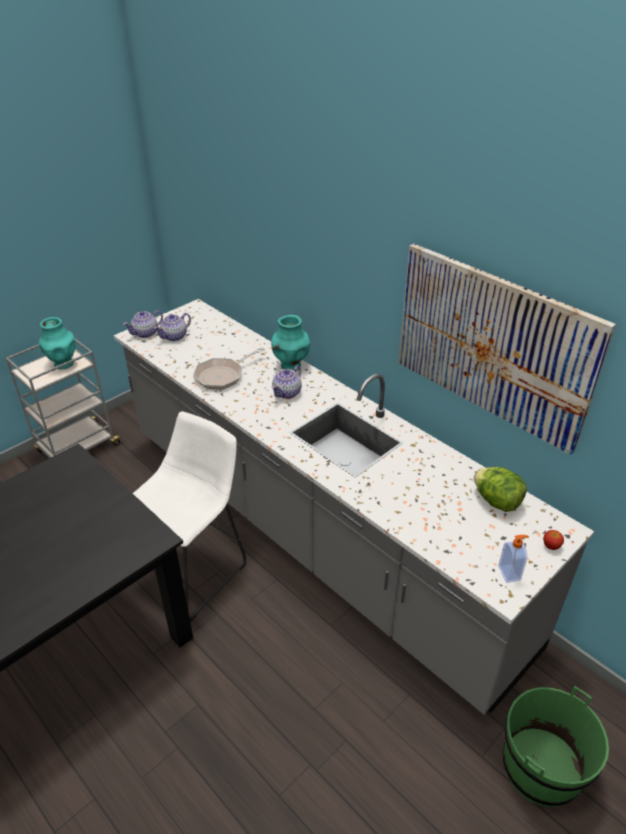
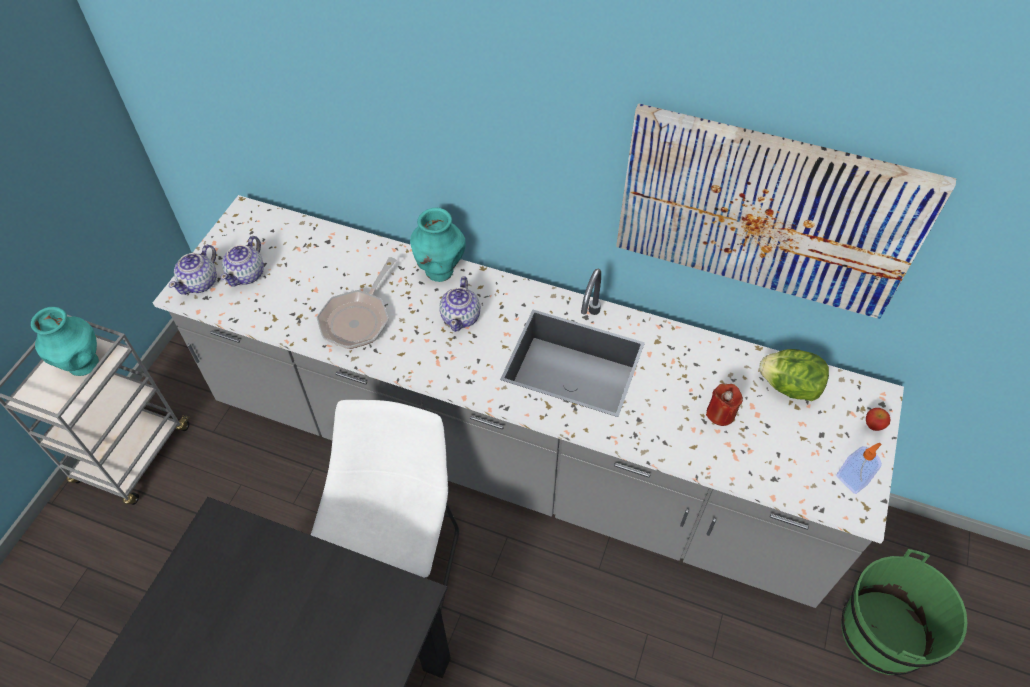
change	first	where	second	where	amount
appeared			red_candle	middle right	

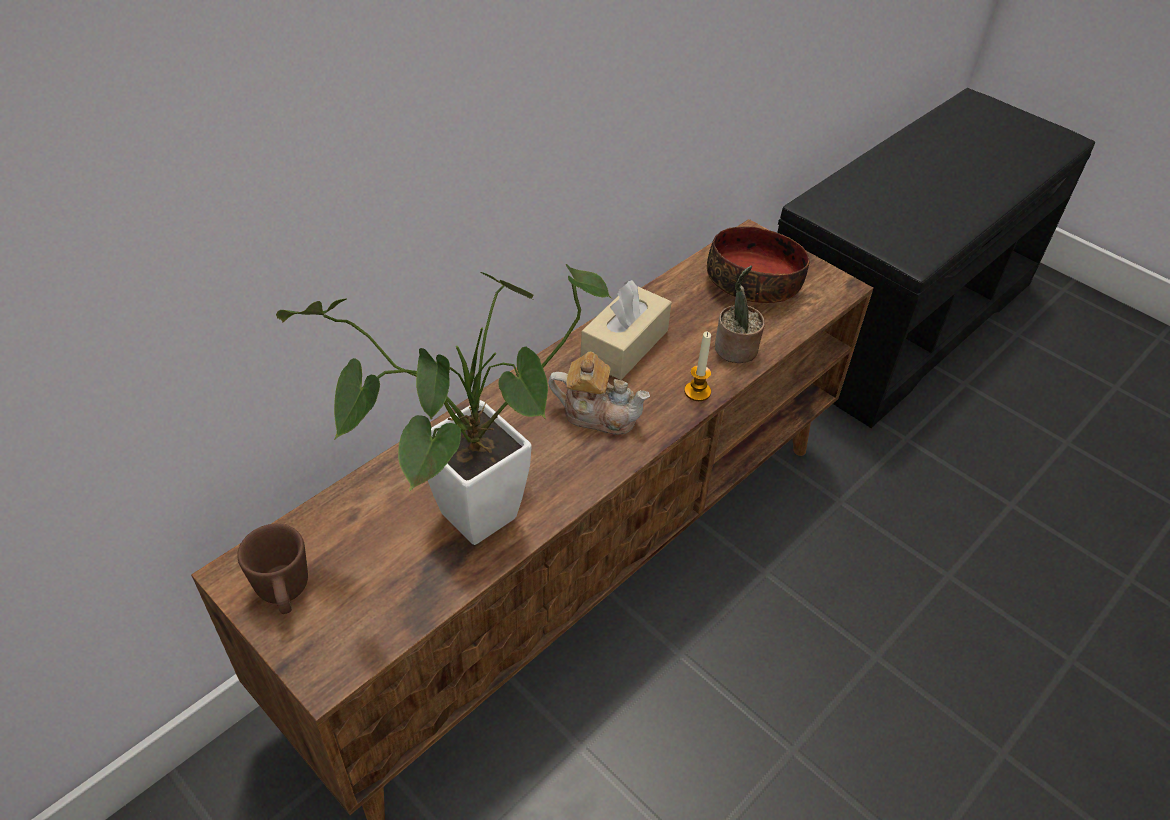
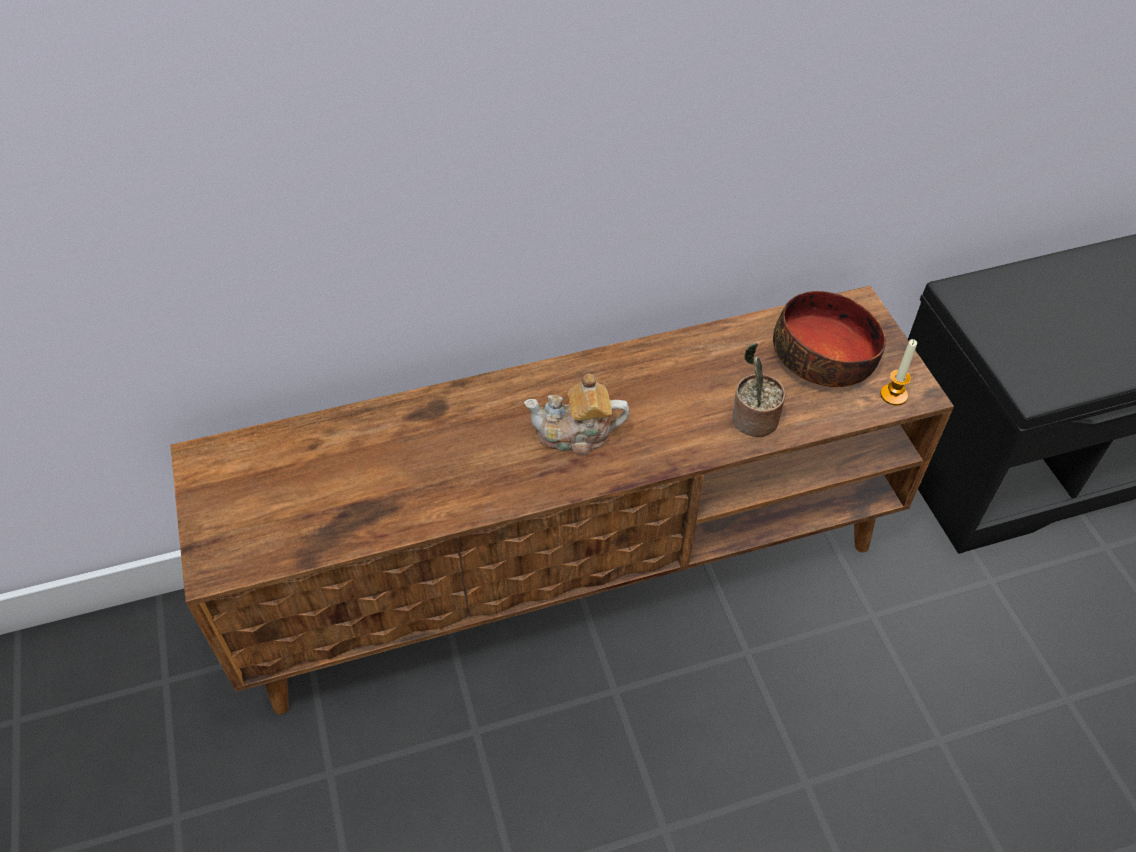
change	first	where	second	where	amount
missing	brown_mug	bottom left			
missing	potted_plant (no. 1 from left)	centre			
missing	beige_tissue_box	centre			
relocated	candle	centre		middle right	
spun	teapot	centre		centre	135 degrees clockwise

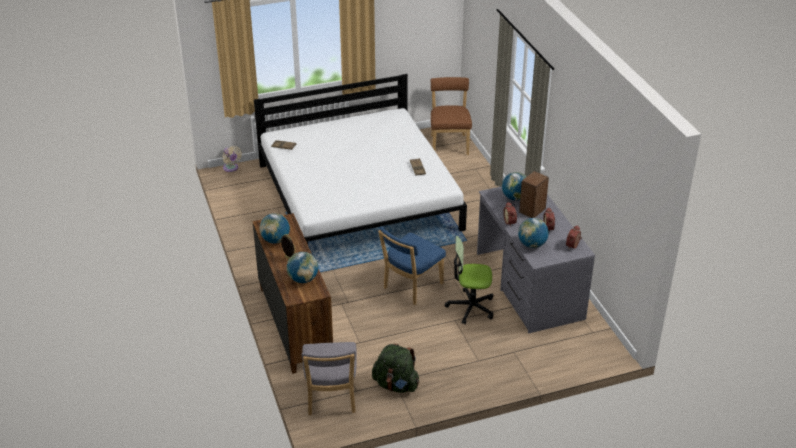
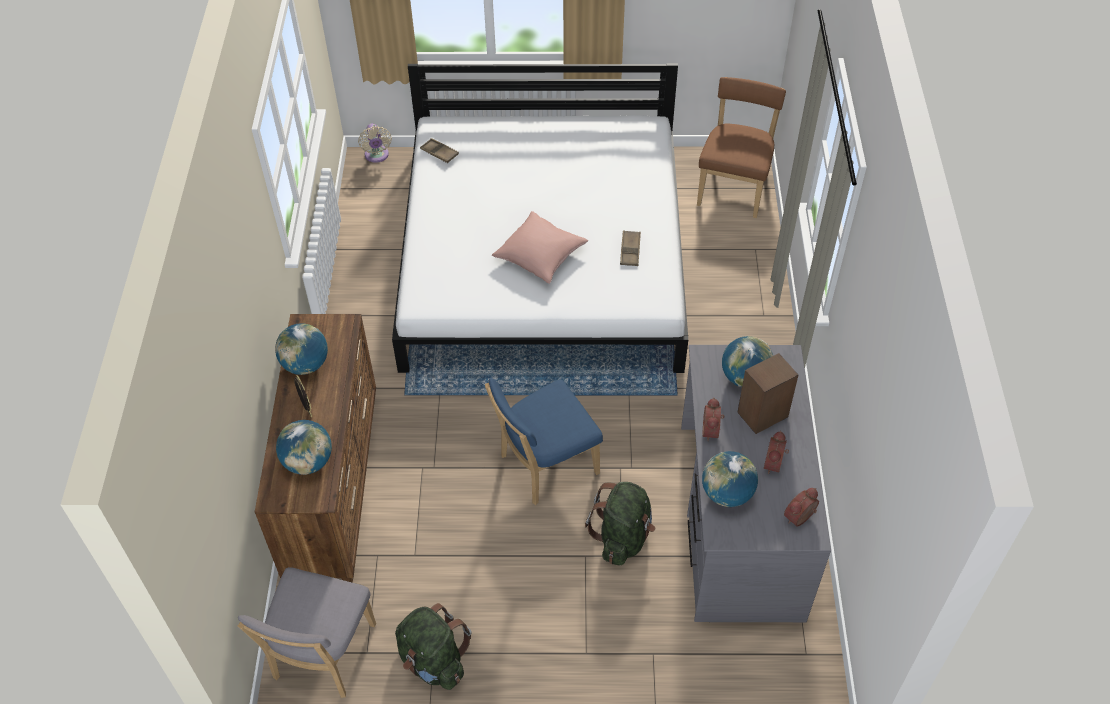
change	first	where	second	where	amount
appeared			pink_pillow	centre	
exchanged	office_chair	centre	green_backpack (no. 2 from left)	bottom centre	

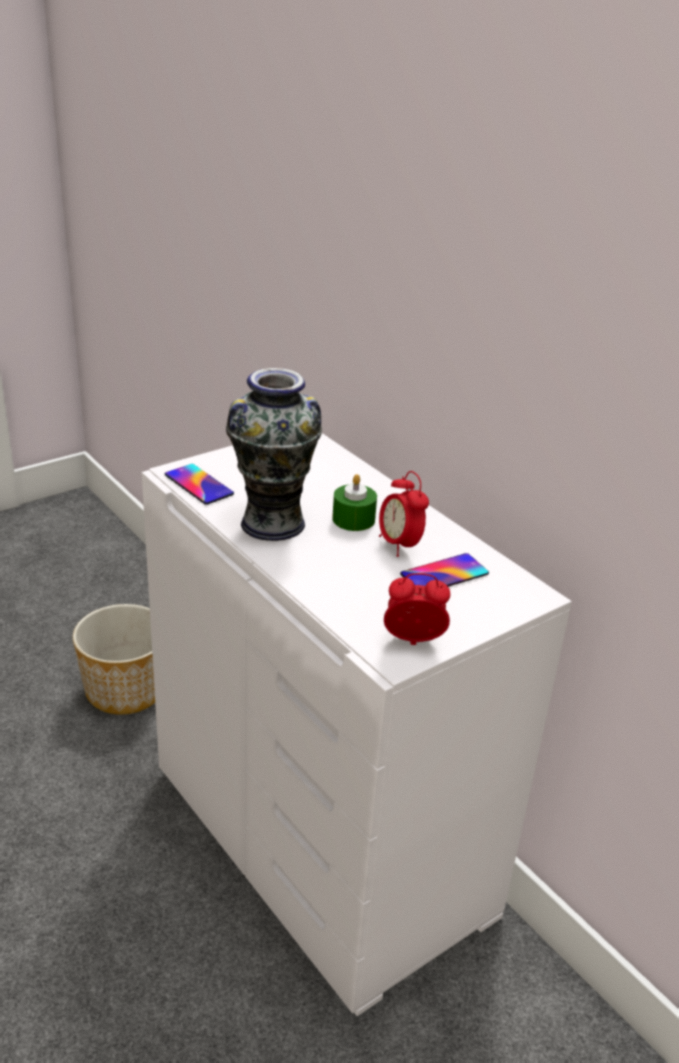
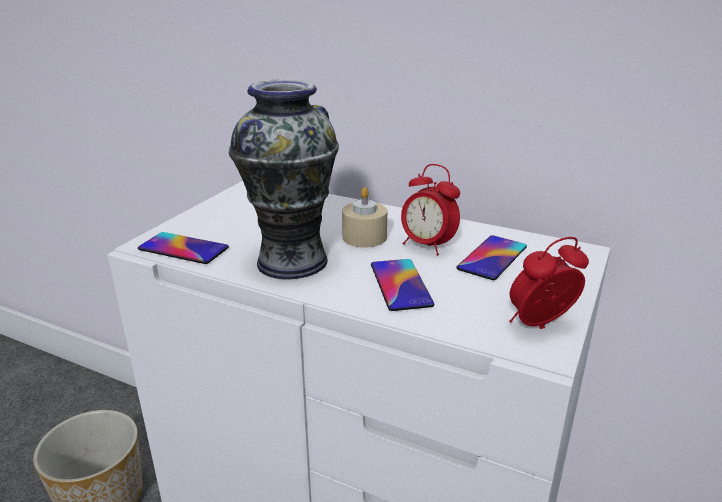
change	first	where	second	where	amount
appeared			phone (no. 2 from left)	centre	
colour	green_candle	centre	beige_candle	centre	

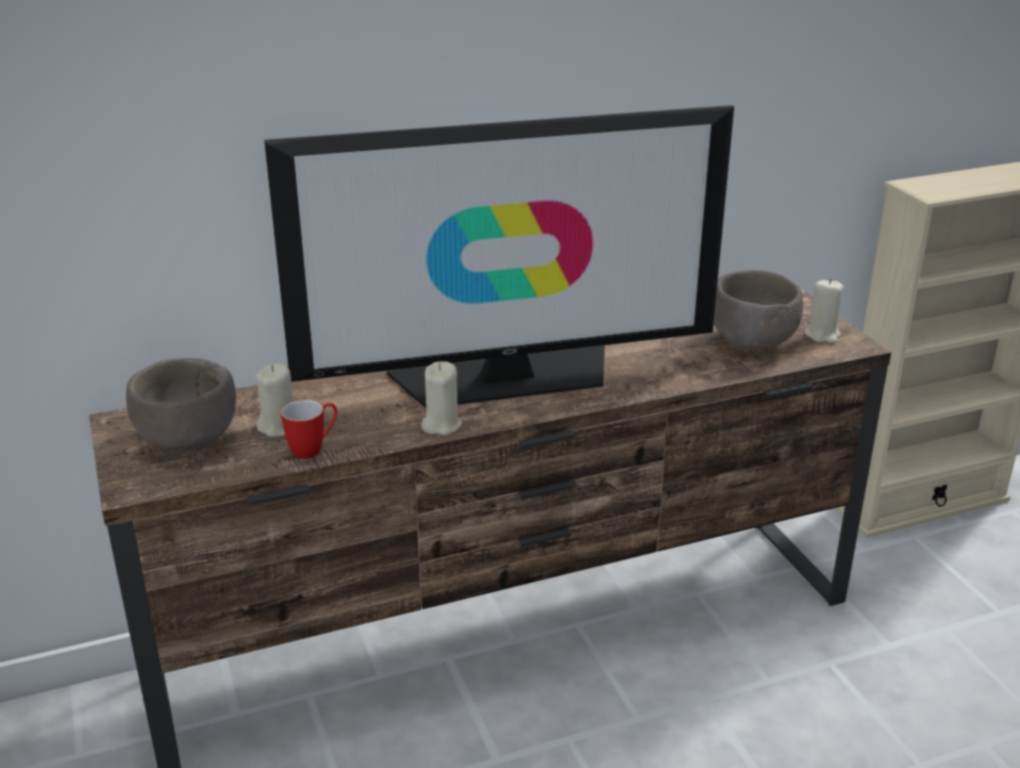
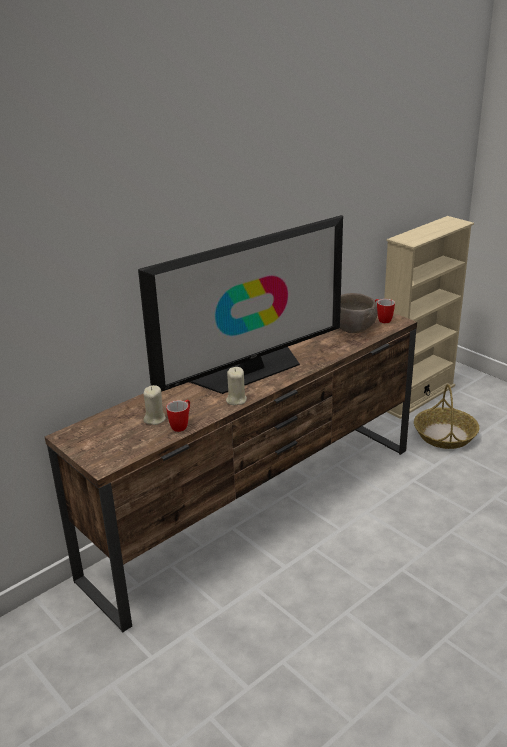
change	first	where	second	where	amount
missing	brown_bowl (no. 1 from left)	middle left			
appeared			basket	middle right	
exchanged	beige_candle (no. 3 from left)	middle right	mug (no. 2 from left)	middle right	

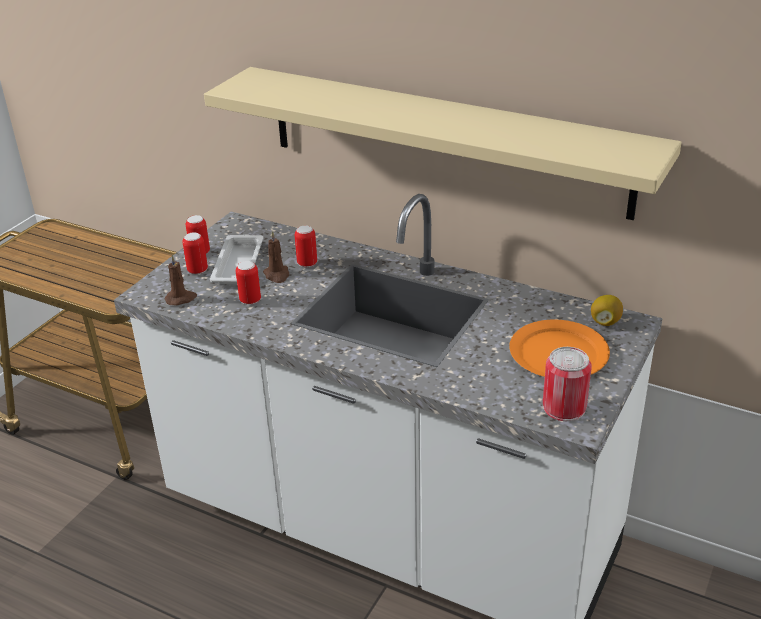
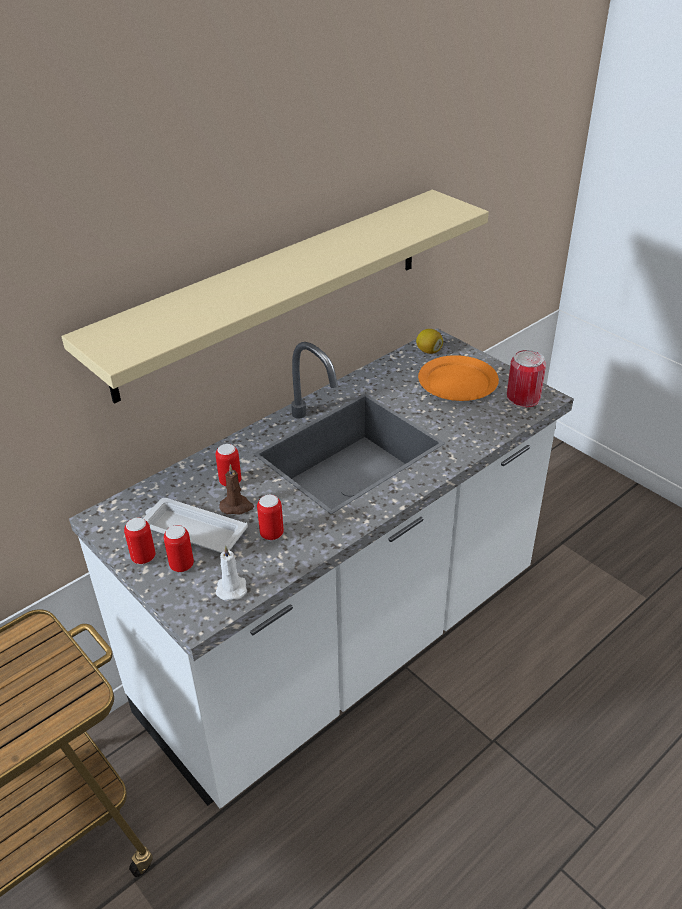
change	first	where	second	where	amount
colour	brown_candle (no. 1 from left)	middle left	white_candle	centre	

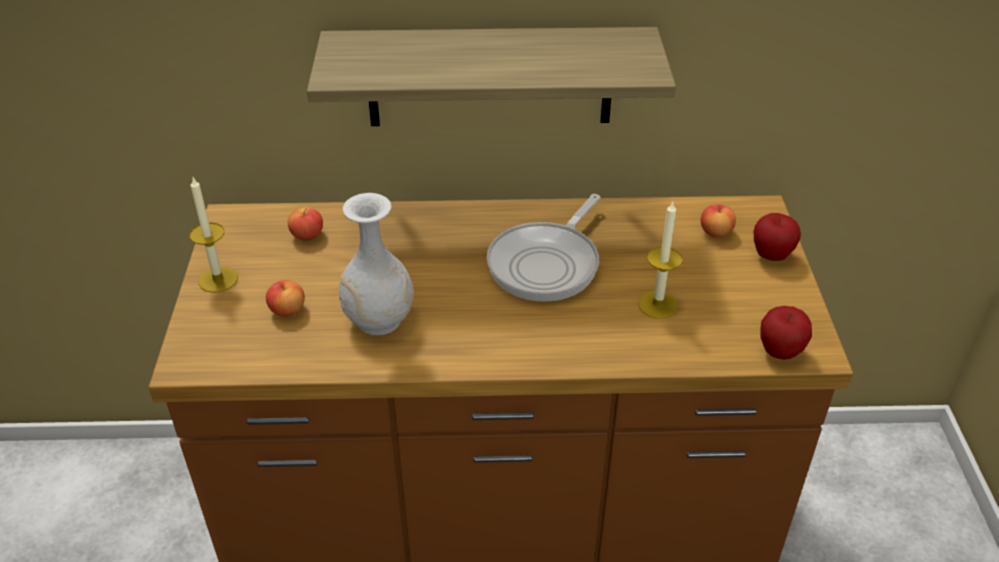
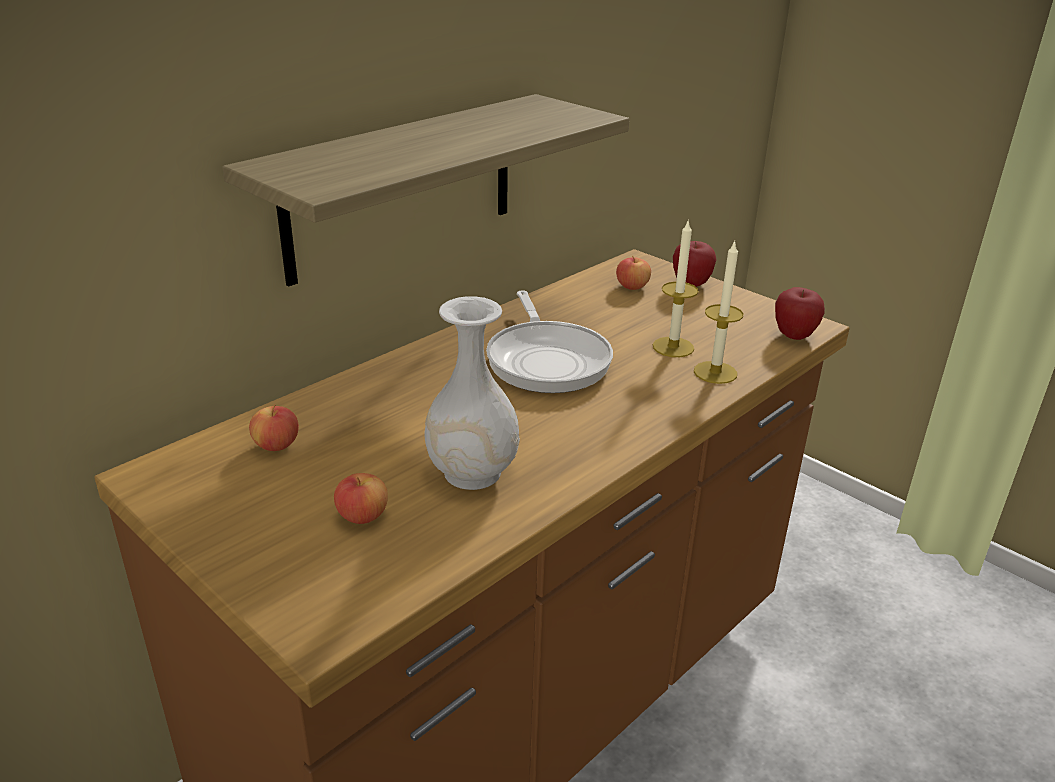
change	first	where	second	where	amount
relocated	candle (no. 1 from left in the first image)	middle left	candle (no. 2 from left)	middle right	

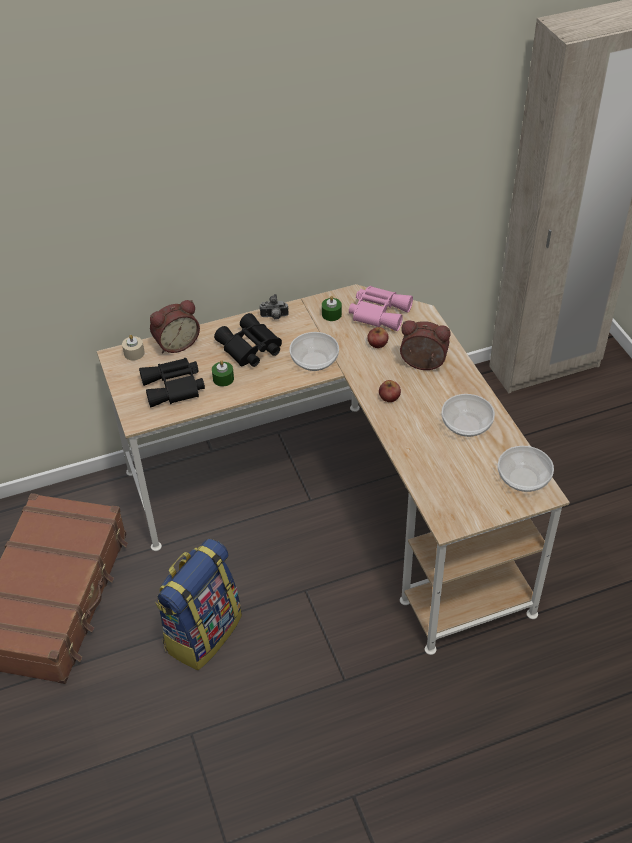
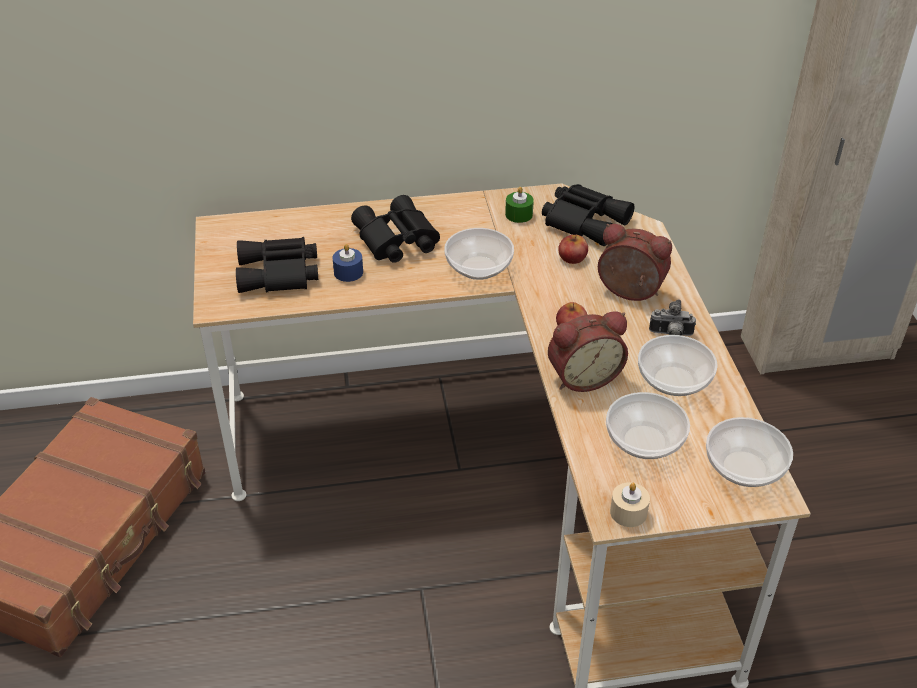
change	first	where	second	where	amount
missing	backpack	bottom left			
appeared			bowl (no. 2 from left)	middle right	
relocated	beige_candle	middle left		bottom right	
relocated	alarm_clock (no. 1 from left)	middle left		centre	
relocated	photo_camera	centre		middle right	
colour	green_candle (no. 1 from left)	centre	blue_candle	centre	
colour	pink_binoculars	centre	black_binoculars (no. 3 from left)	top centre	

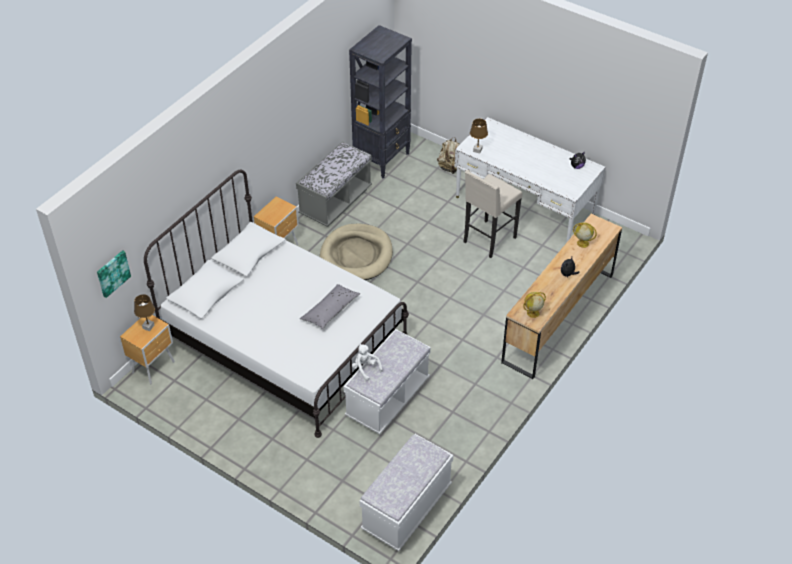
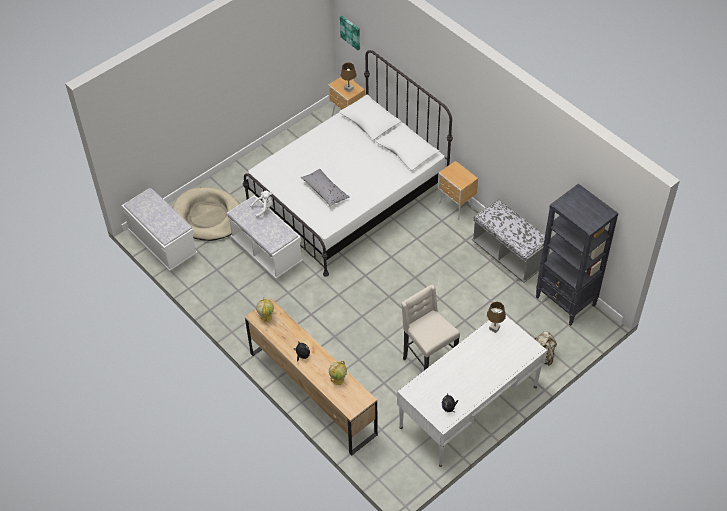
change	first	where	second	where	amount
relocated	beige_dog_bed	centre		middle left	

